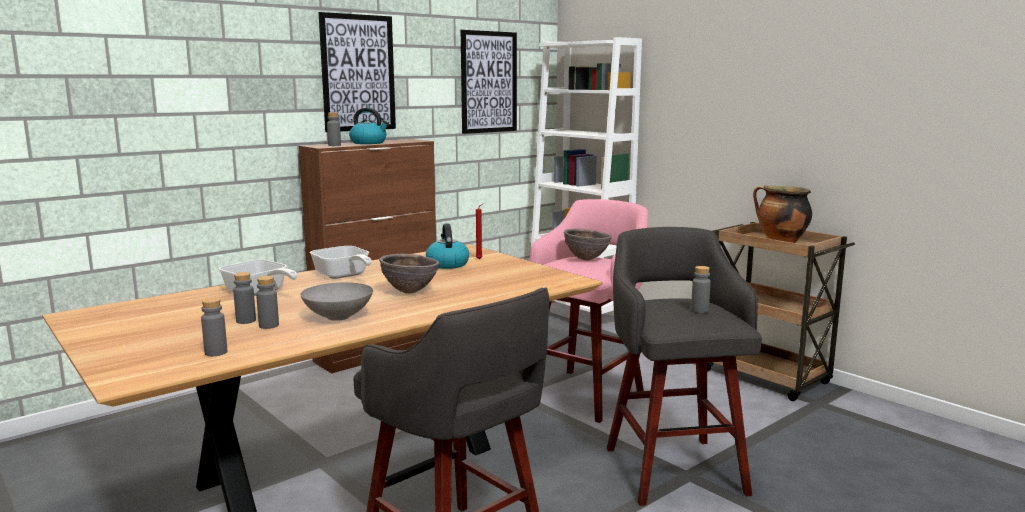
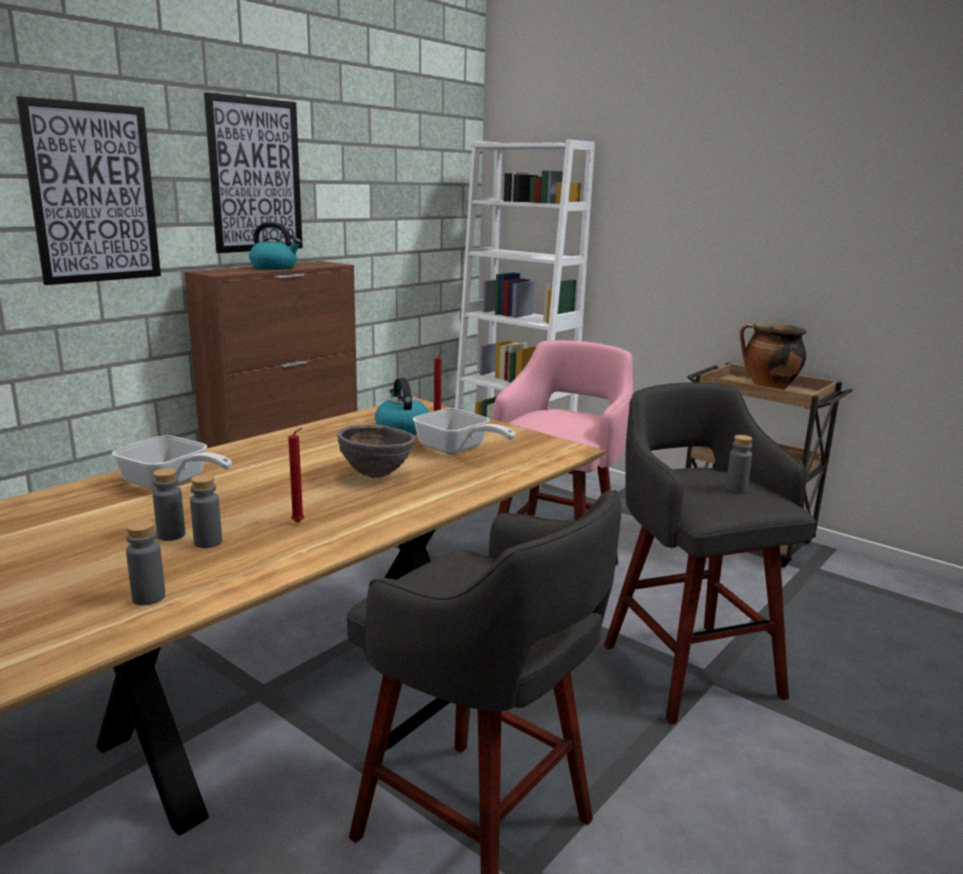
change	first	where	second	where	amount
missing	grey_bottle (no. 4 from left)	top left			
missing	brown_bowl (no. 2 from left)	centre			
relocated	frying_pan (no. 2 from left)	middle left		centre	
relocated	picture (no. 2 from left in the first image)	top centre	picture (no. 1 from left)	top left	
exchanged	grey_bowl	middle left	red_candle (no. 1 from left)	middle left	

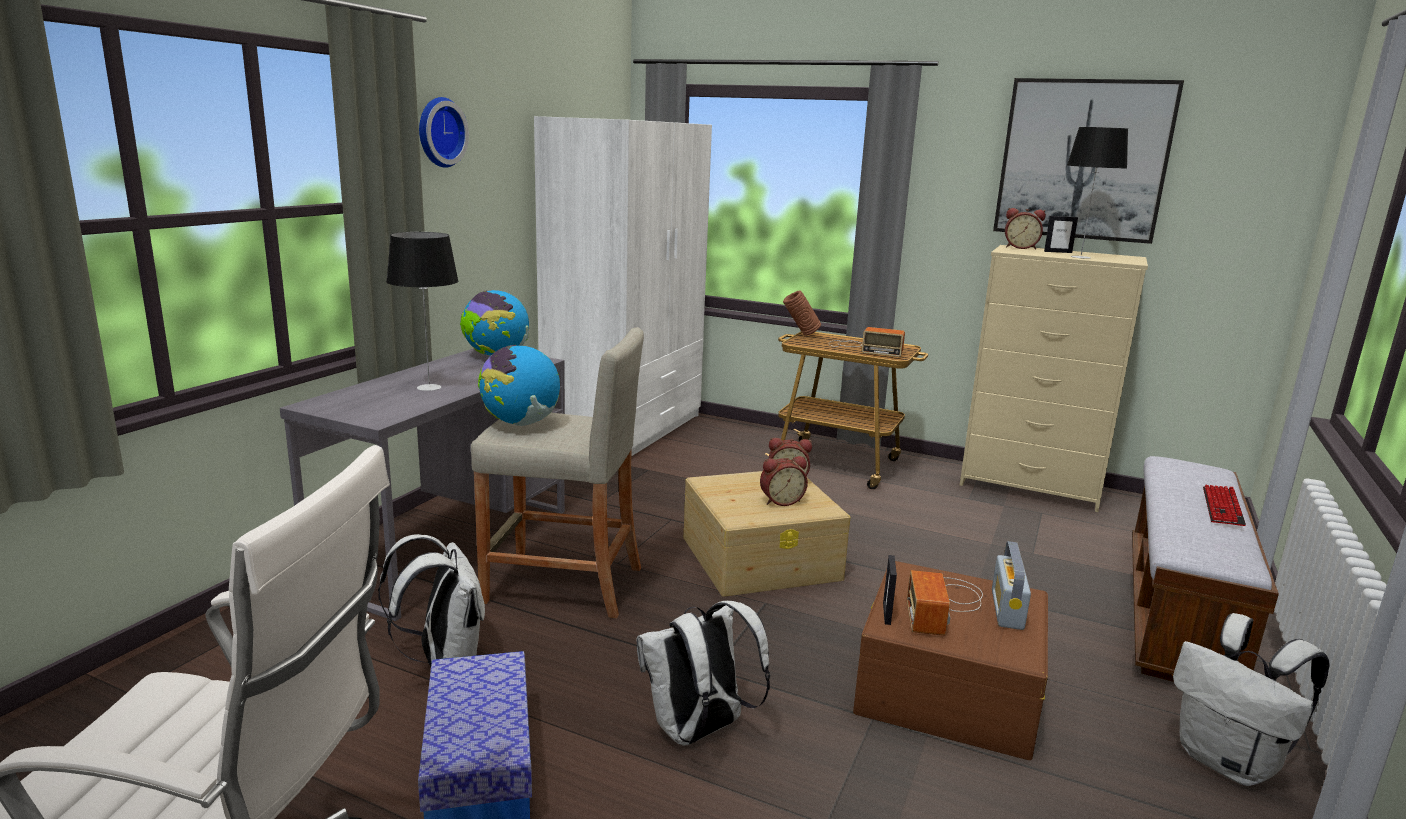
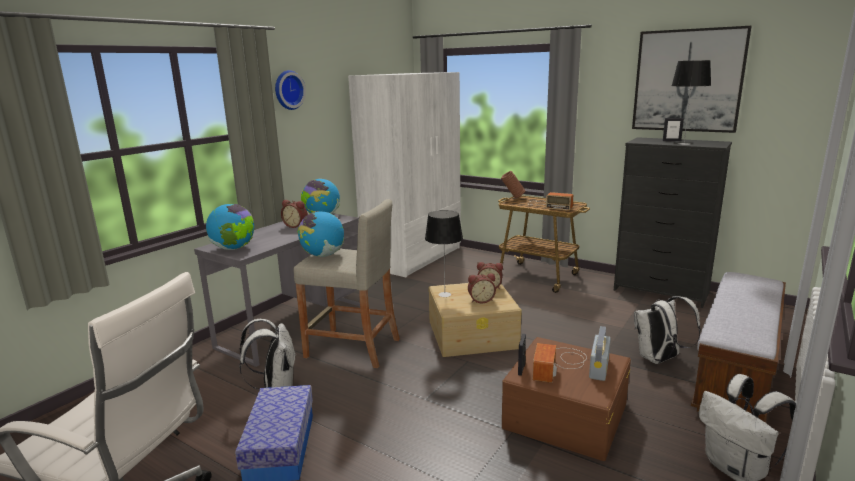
change	first	where	second	where	amount
missing	keyboard	middle right			
appeared			globe (no. 1 from left)	middle left	
relocated	table_lamp (no. 1 from left)	middle left		centre	
relocated	white_backpack (no. 2 from left)	bottom centre		bottom right	
relocated	alarm_clock (no. 3 from left in the first image)	top right	alarm_clock (no. 1 from left)	centre	
colour	beige_dresser	middle right	black_dresser	middle right	

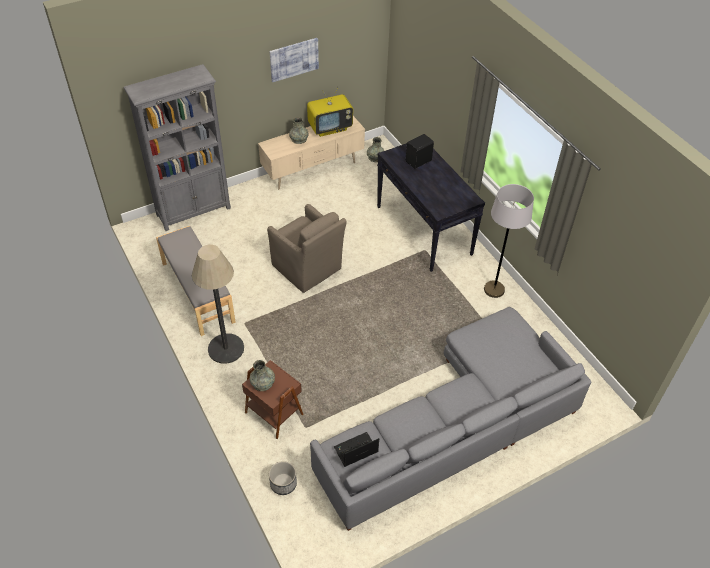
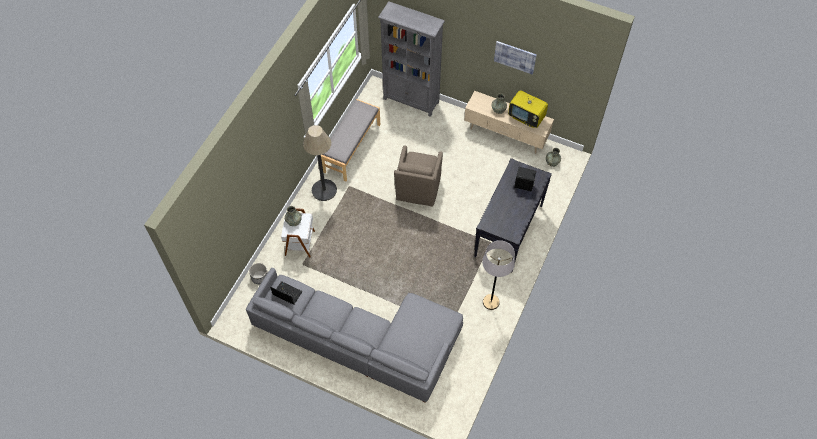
change	first	where	second	where	amount
colour	brown_side_table	bottom centre	white_side_table	centre	

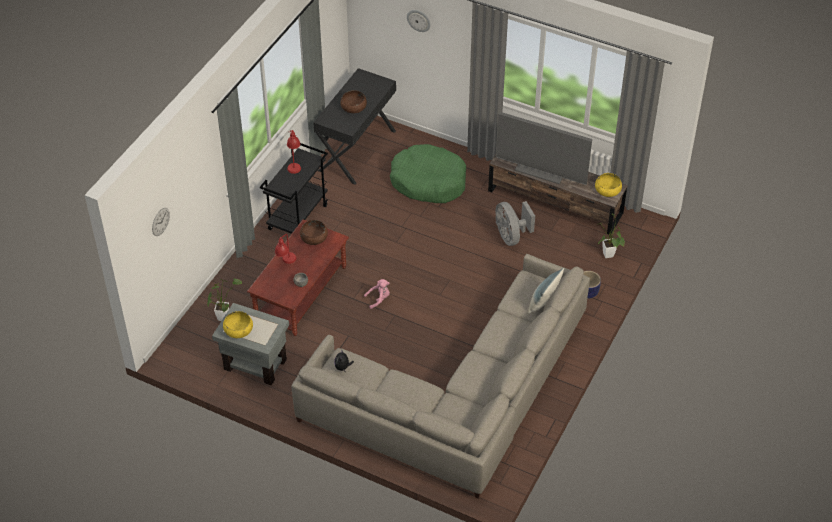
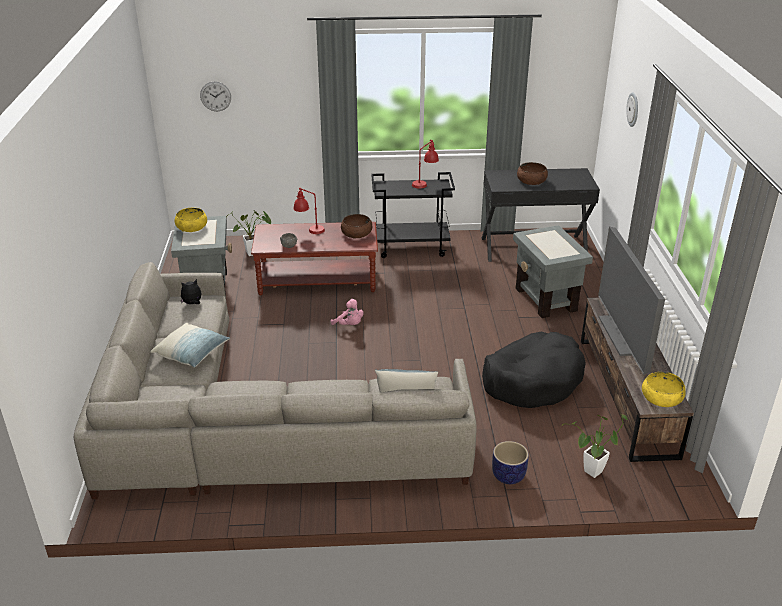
change	first	where	second	where	amount
appeared			pillow (no. 1 from left)	middle left	
exchanged	green_dog_bed	top centre	grey_side_table (no. 2 from left)	middle right	
exchanged	grey_fan	centre	black_dog_bed	middle right	

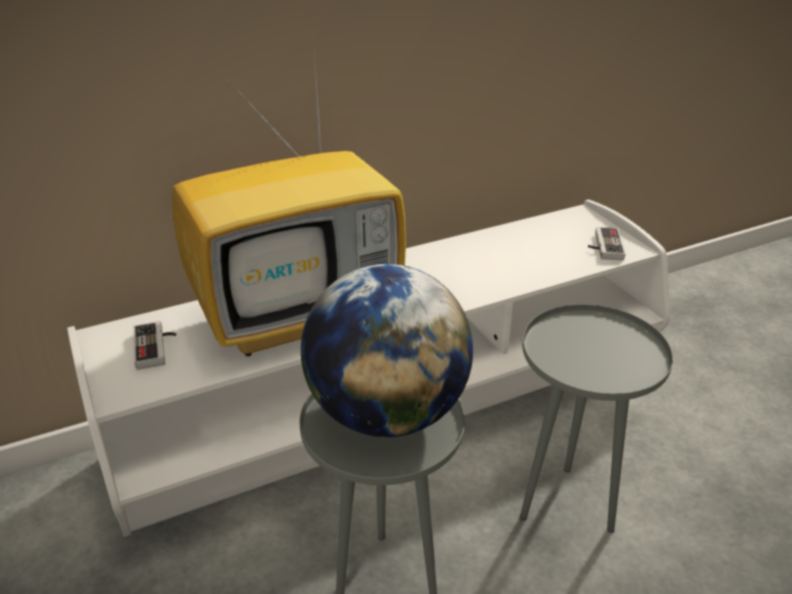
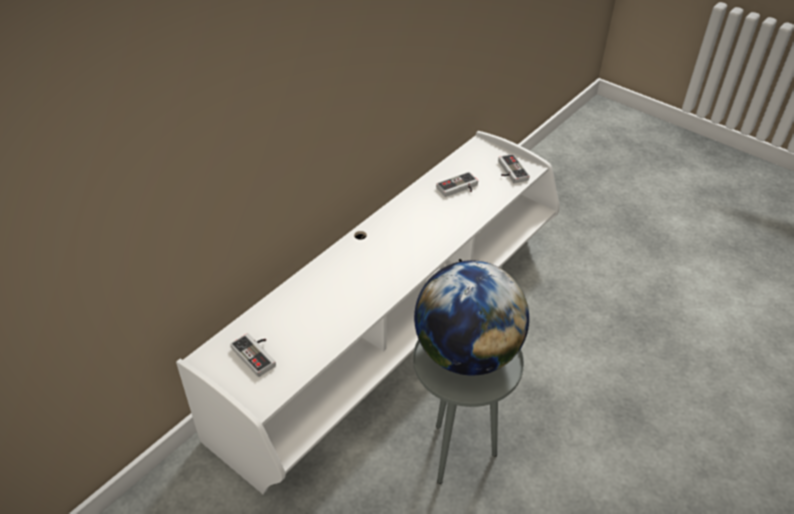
change	first	where	second	where	amount
missing	television	top centre			
missing	grey_side_table (no. 2 from left)	bottom right			
appeared			game_controller (no. 2 from left)	centre	

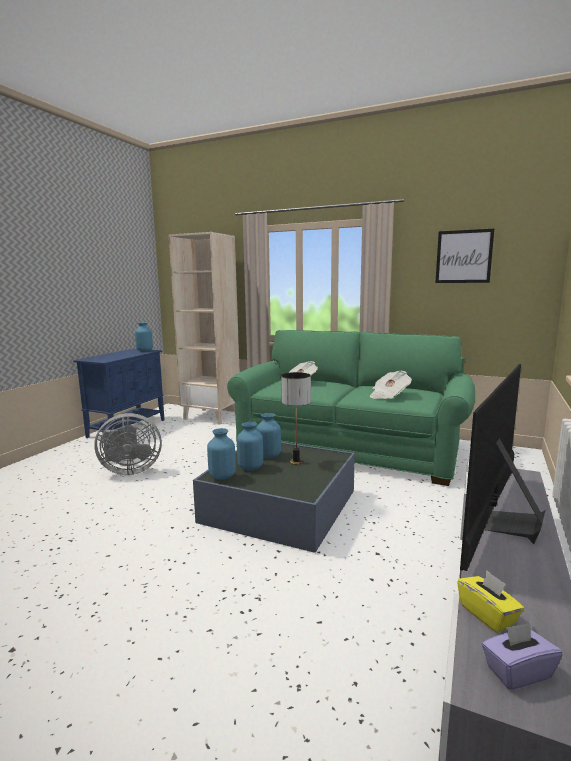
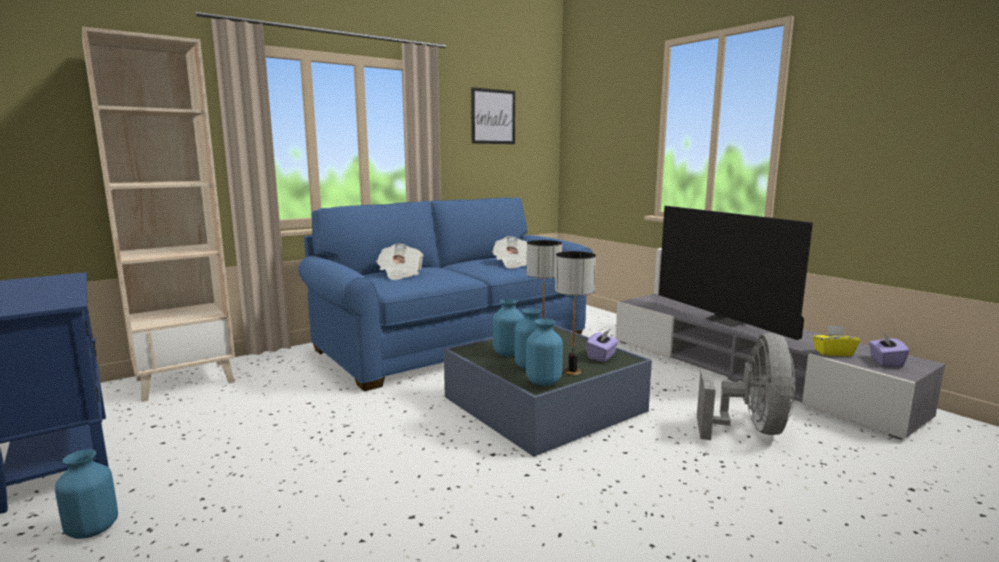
change	first	where	second	where	amount
appeared			table_lamp (no. 2 from left)	centre	
appeared			purple_tissue_box (no. 1 from left)	centre	
relocated	grey_fan	middle left		bottom right	
relocated	blue_vase (no. 1 from left)	middle left		bottom left	
colour	green_sofa	centre	blue_sofa	centre	

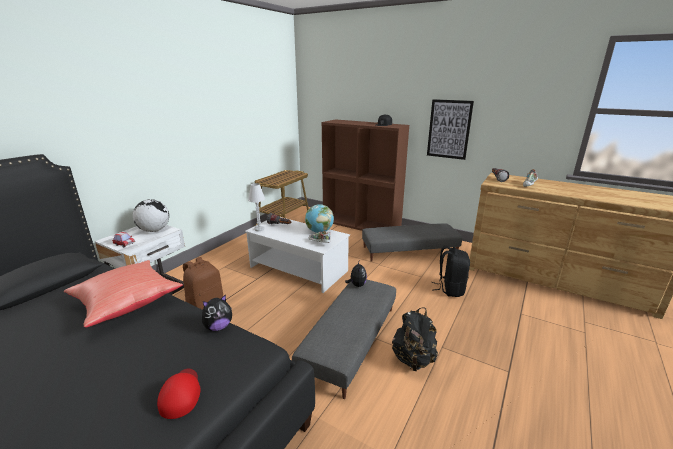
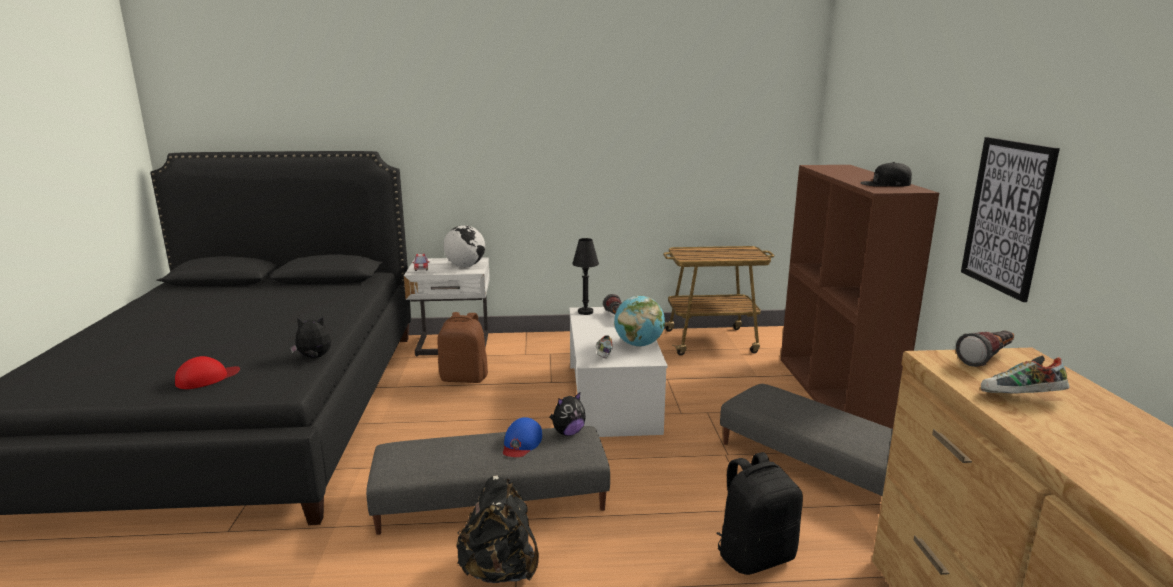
change	first	where	second	where	amount
missing	red_pillow	middle left			
appeared			blue_cap	bottom centre	
colour	white_table_lamp	centre	black_table_lamp	centre	
spun	plush_toy (no. 1 from left)	bottom left		middle left	150 degrees clockwise

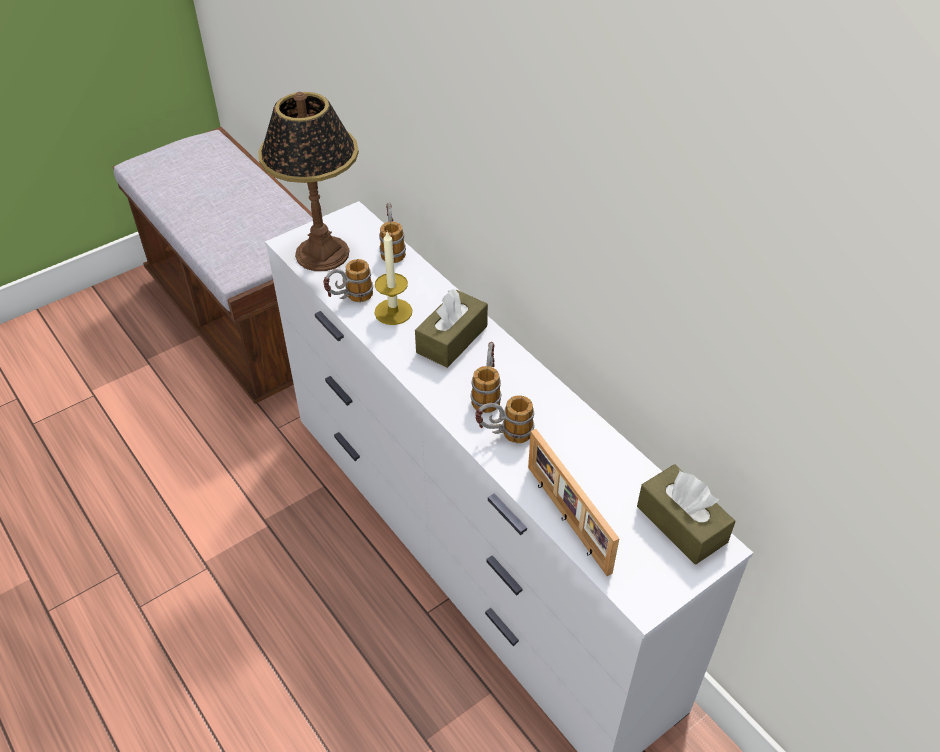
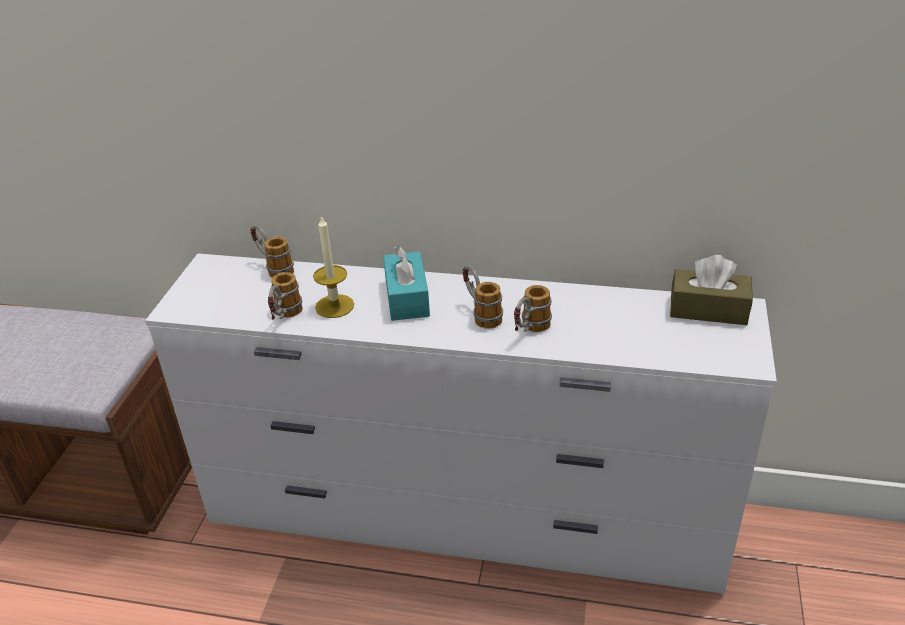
change	first	where	second	where	amount
missing	table_lamp	top left			
missing	picture_frame	bottom centre			
colour	brown_tissue_box (no. 1 from left)	centre	turquoise_tissue_box	centre	

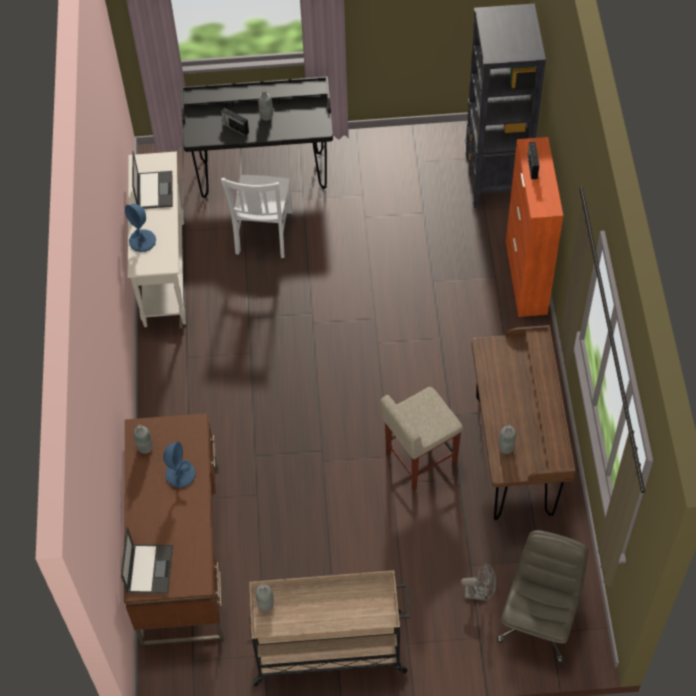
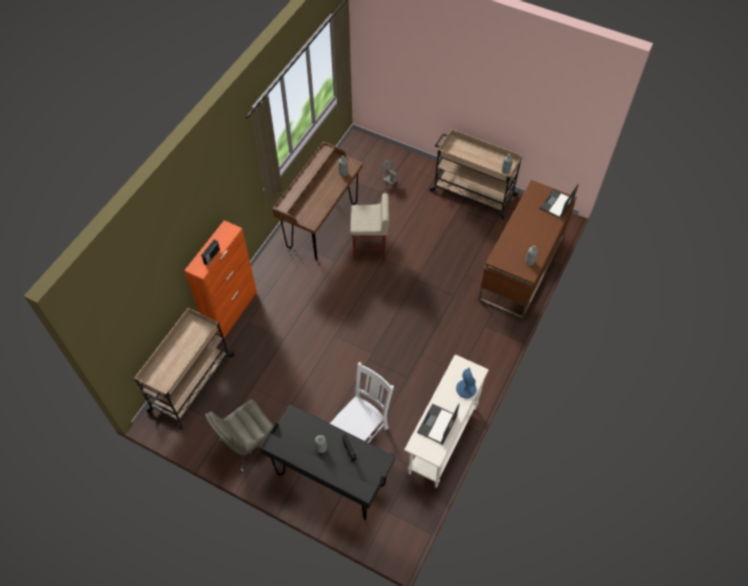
change	first	where	second	where	amount
missing	blue_table_lamp (no. 2 from left)	bottom left			
relocated	grey_office_chair	bottom right		bottom left	
exchanged	black_bookcase	top right	beige_cart (no. 1 from left)	middle left	

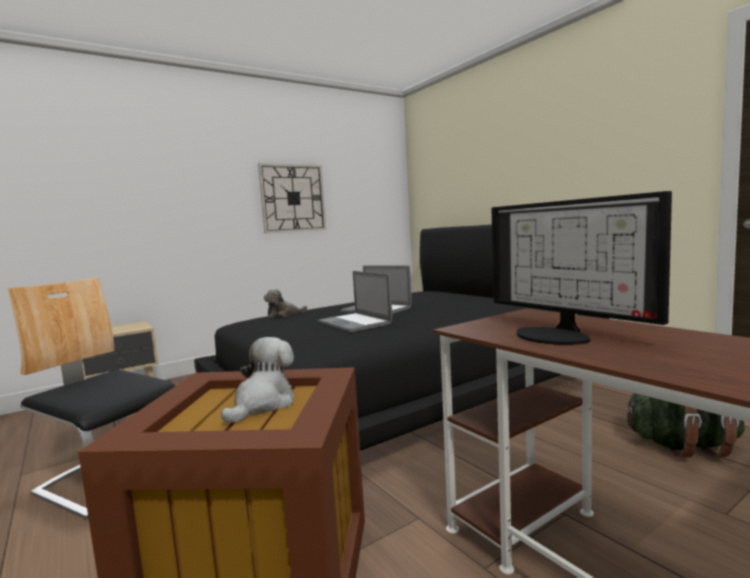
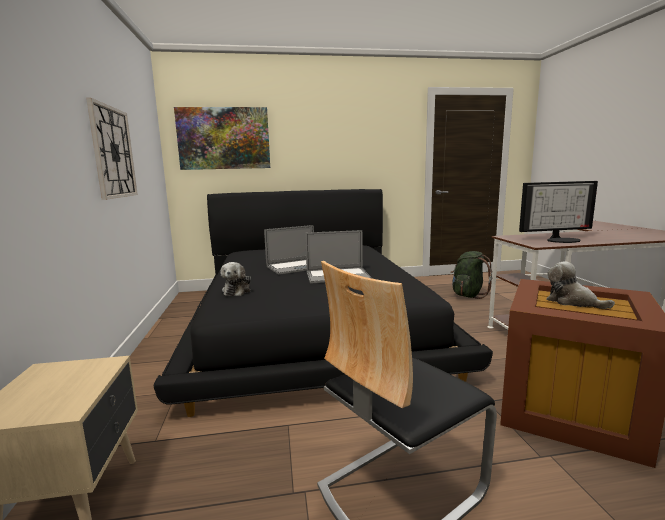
change	first	where	second	where	amount
appeared			picture	top centre	

